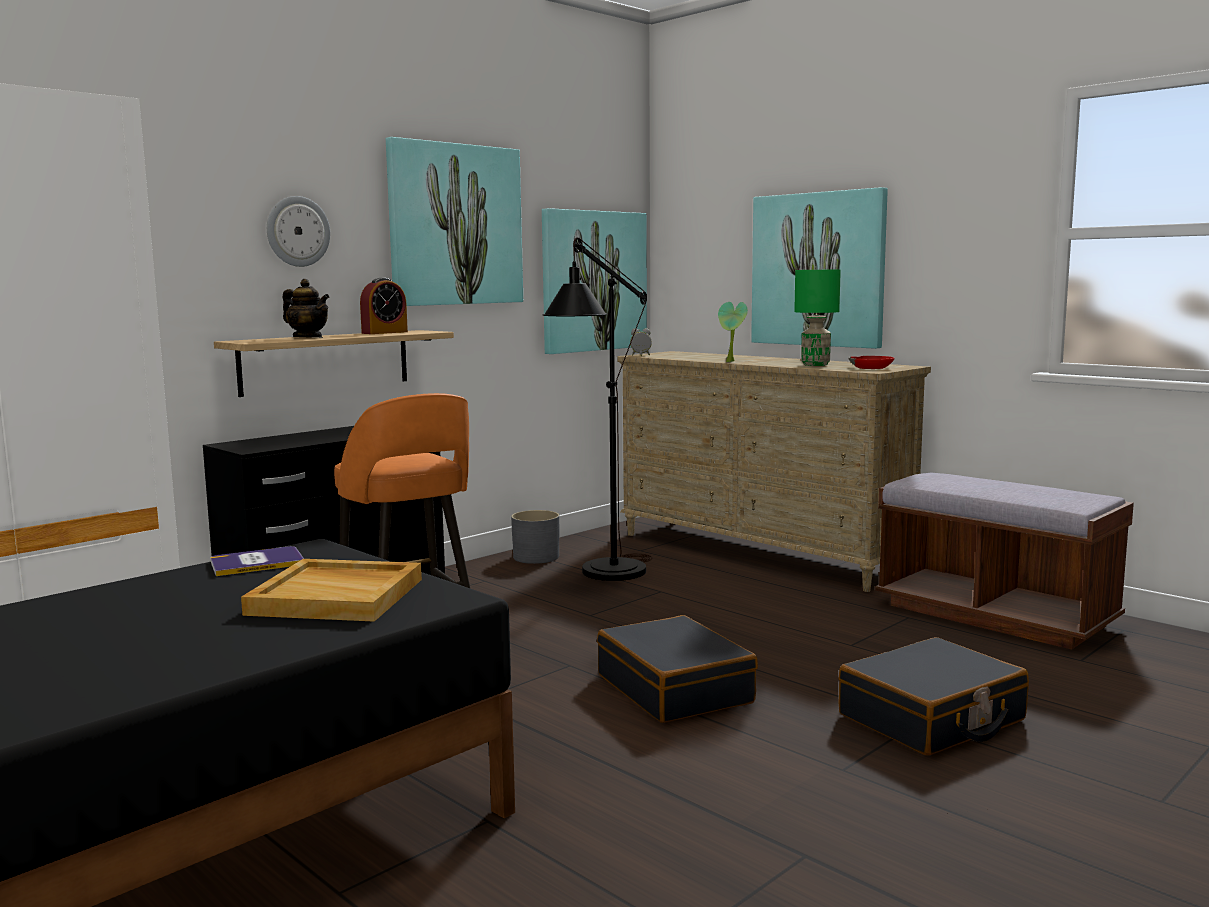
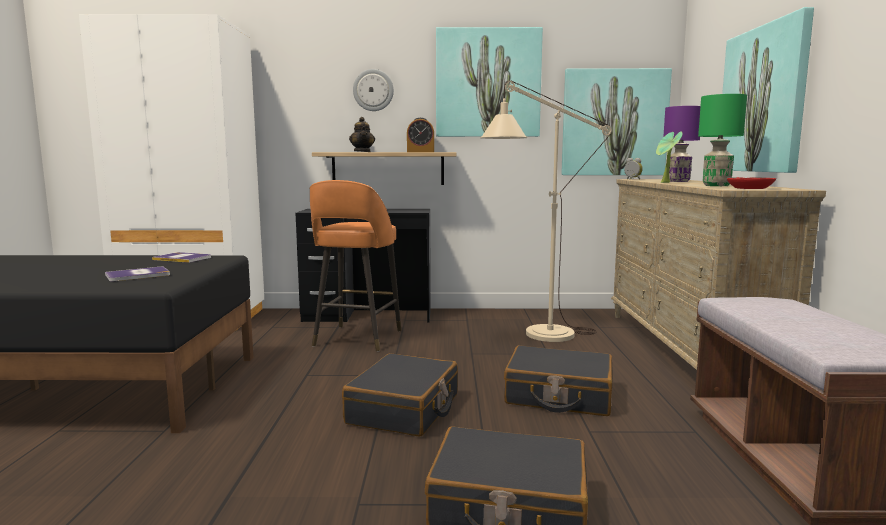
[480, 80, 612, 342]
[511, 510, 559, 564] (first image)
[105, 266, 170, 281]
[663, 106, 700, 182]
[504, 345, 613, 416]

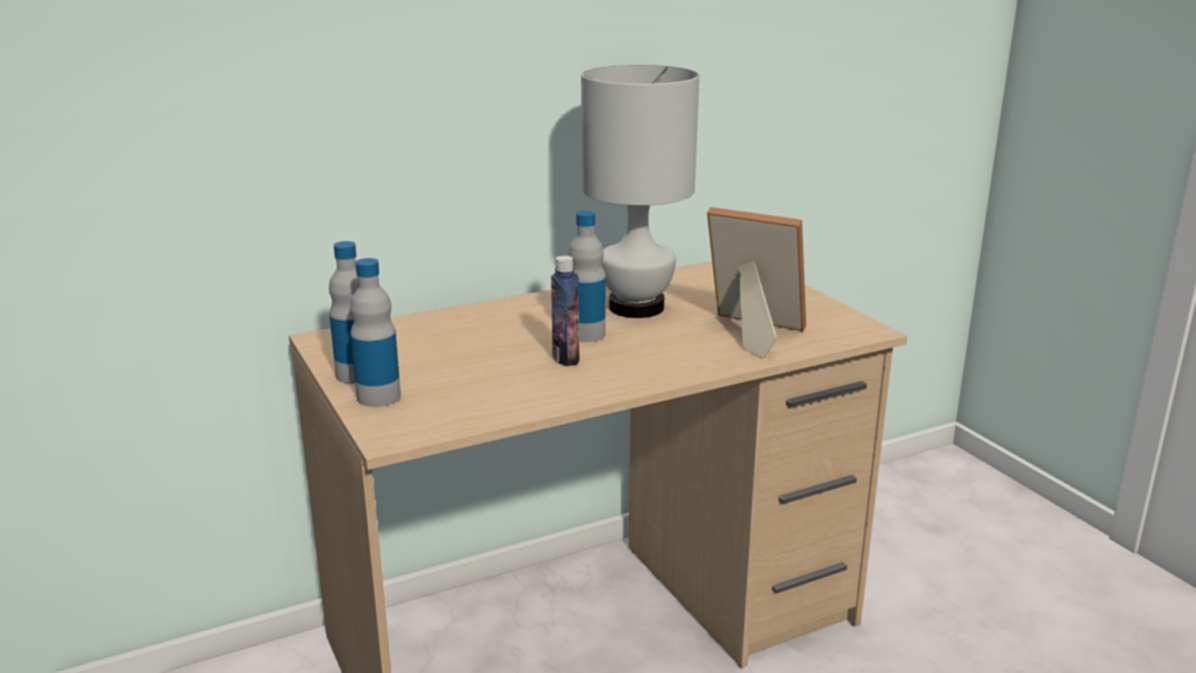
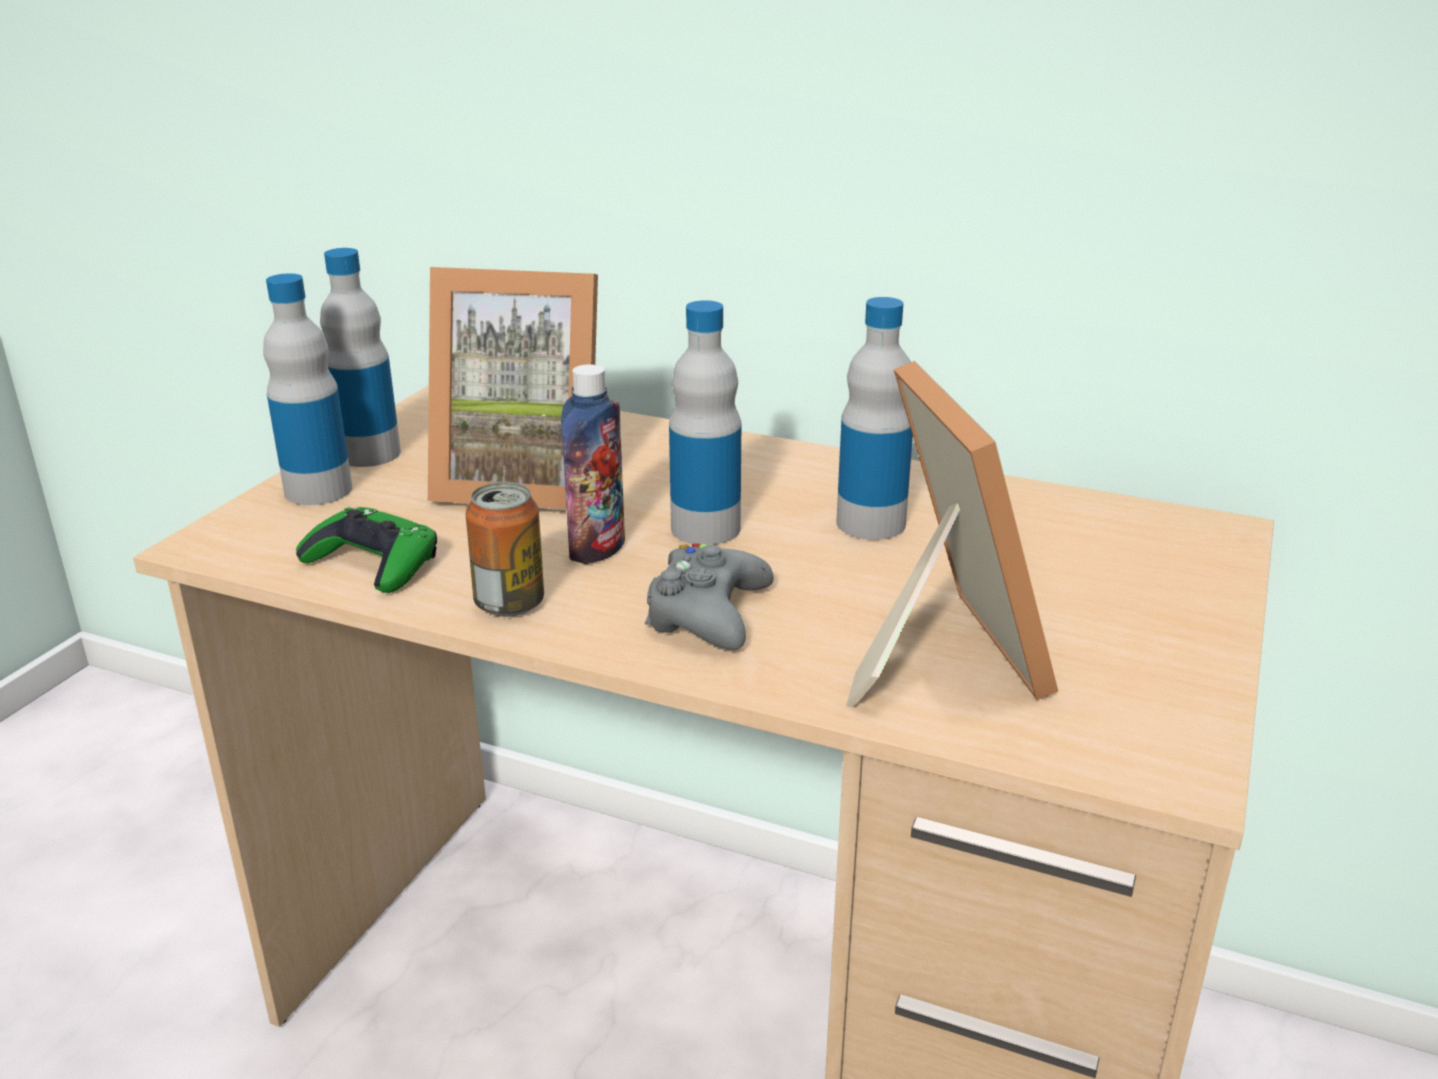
[837, 297, 913, 540]
[428, 267, 598, 510]
[466, 482, 544, 617]
[296, 507, 437, 593]
[645, 543, 774, 650]

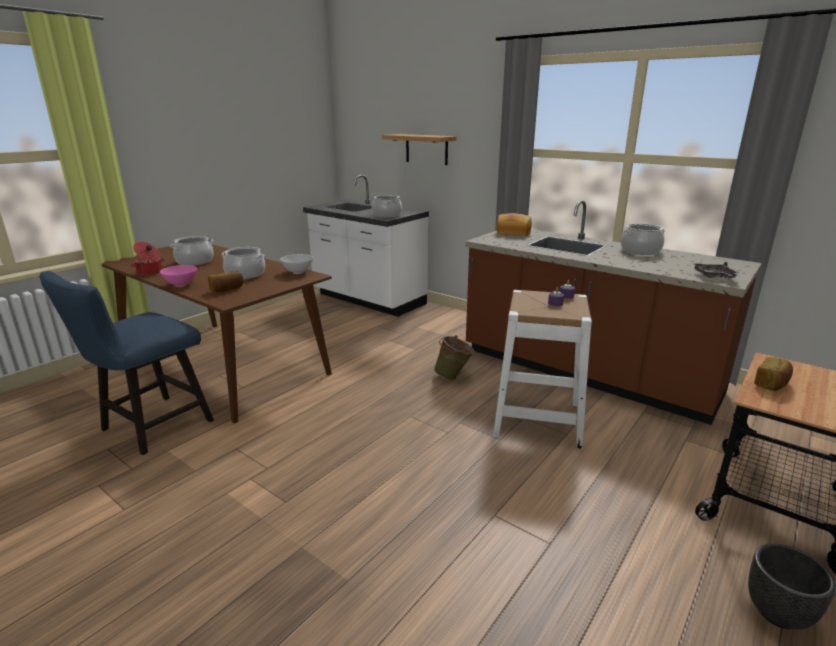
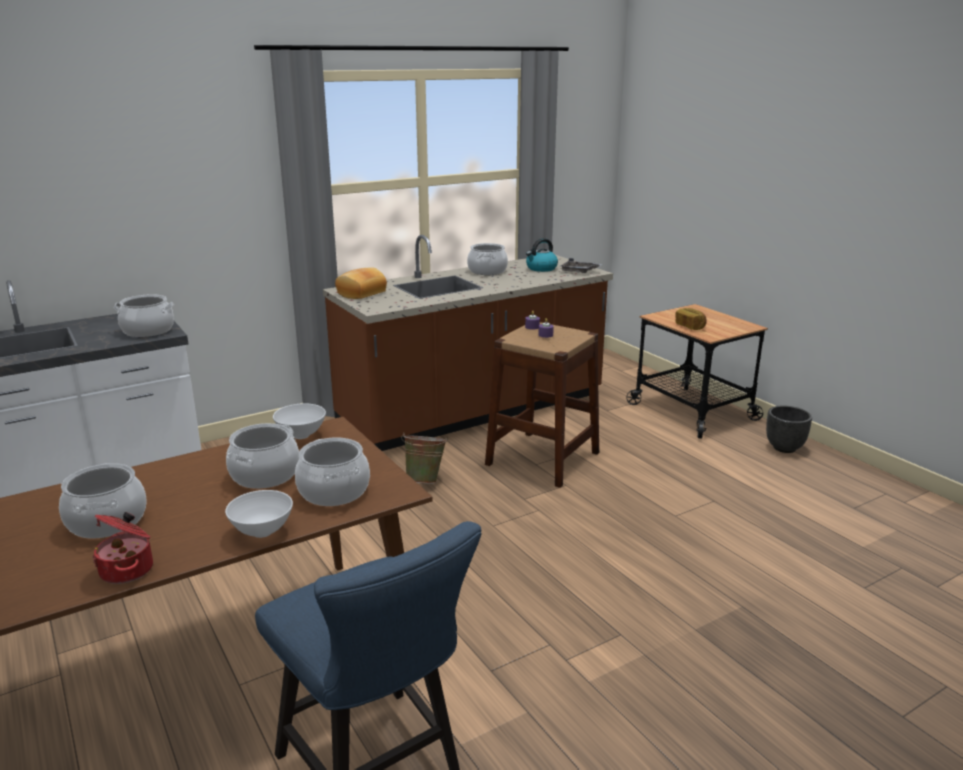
[382, 134, 457, 165] (first image)
[225, 490, 293, 538]
[295, 438, 370, 506]
[485, 322, 599, 488]
[526, 238, 558, 272]

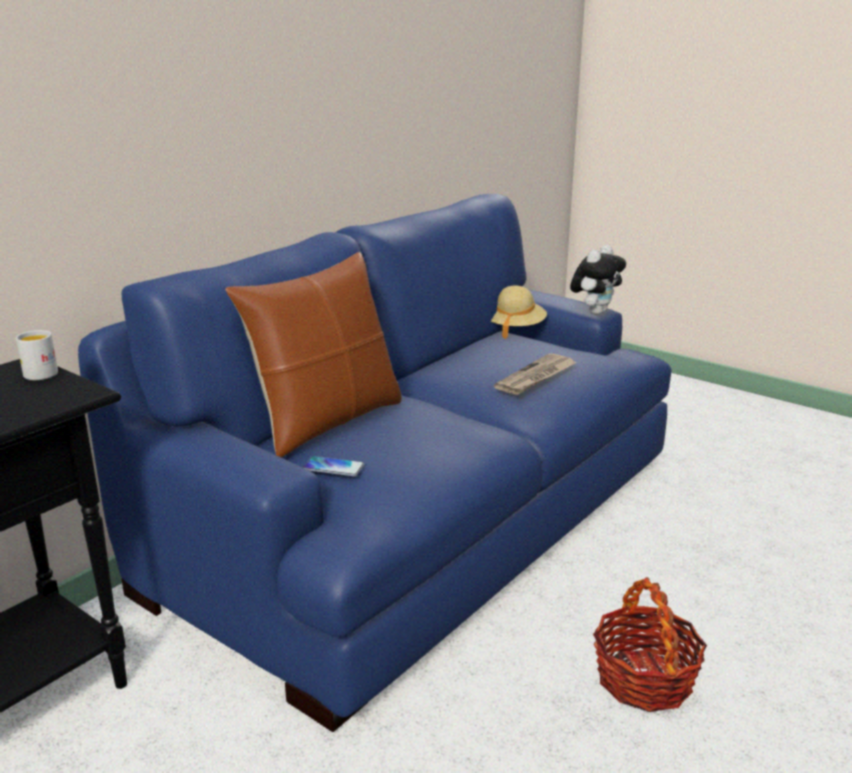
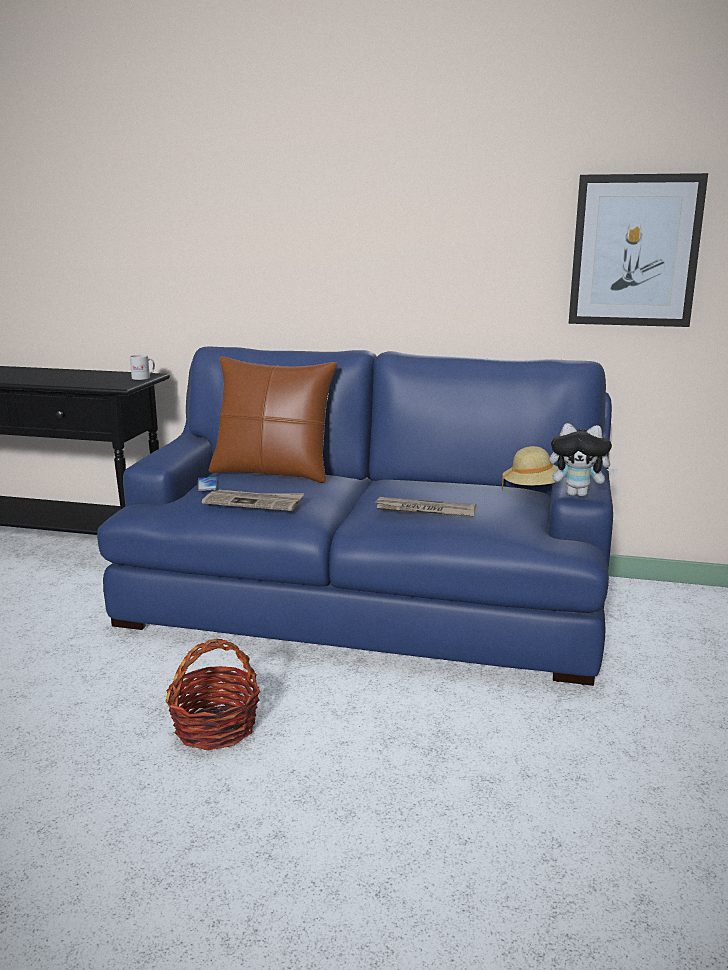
[569, 173, 708, 327]
[202, 490, 304, 511]

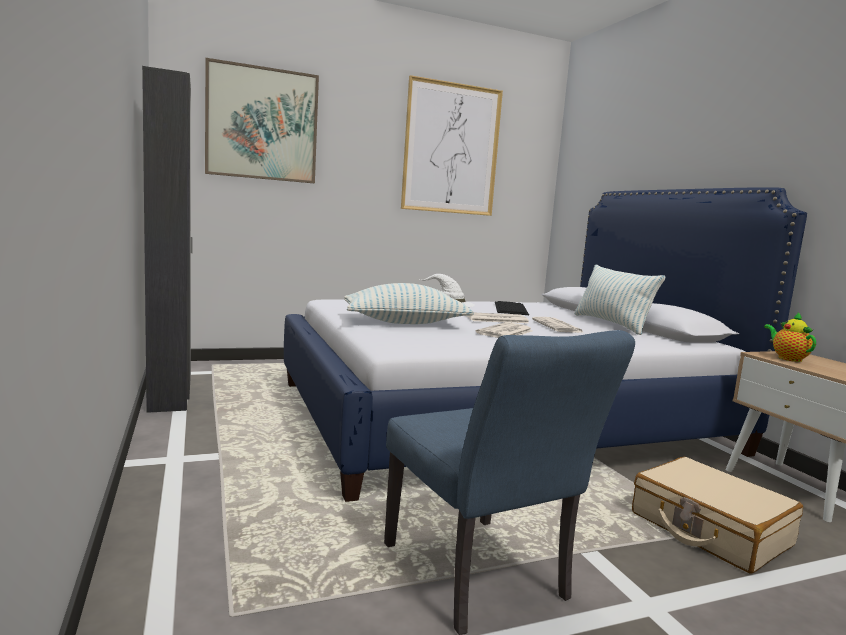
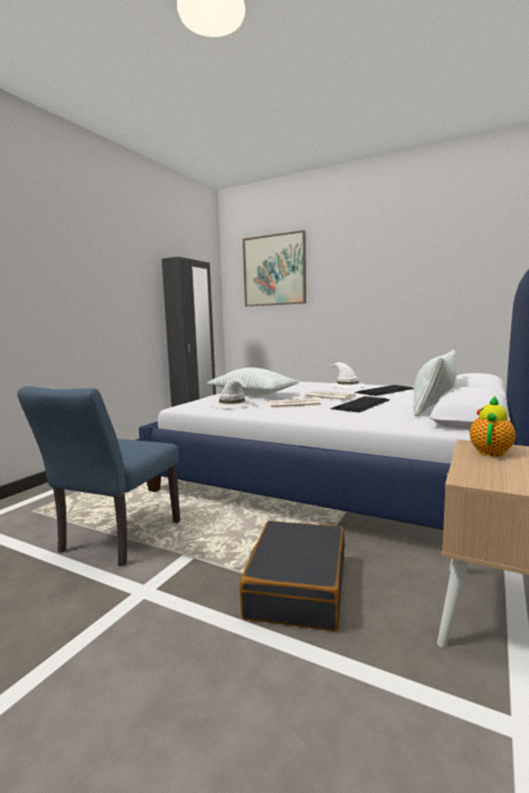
[401, 75, 503, 216] (first image)
[330, 396, 390, 413]
[240, 521, 345, 631]
[210, 378, 255, 409]

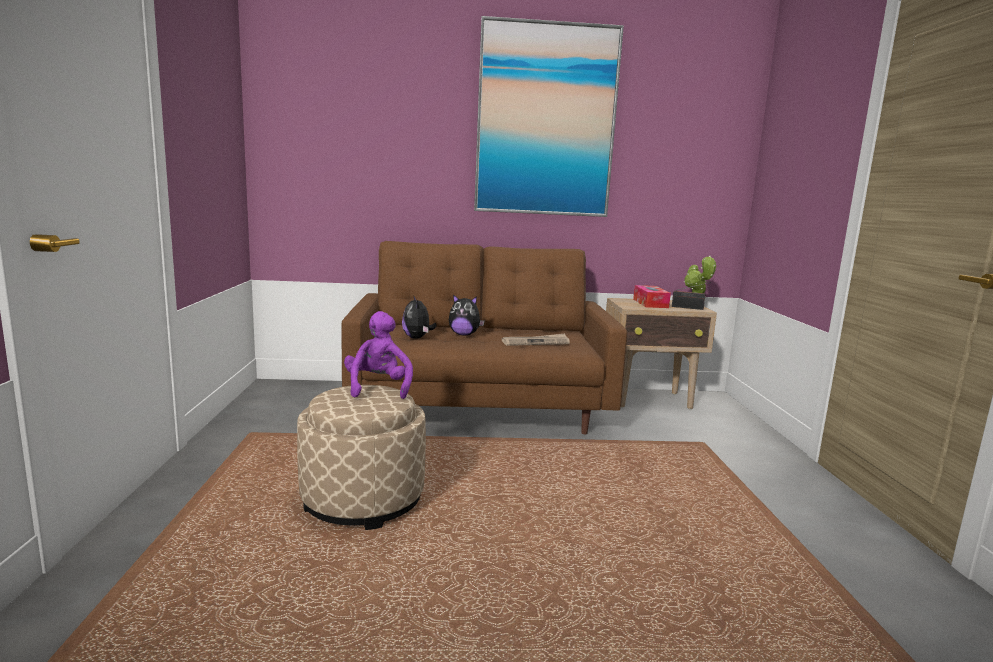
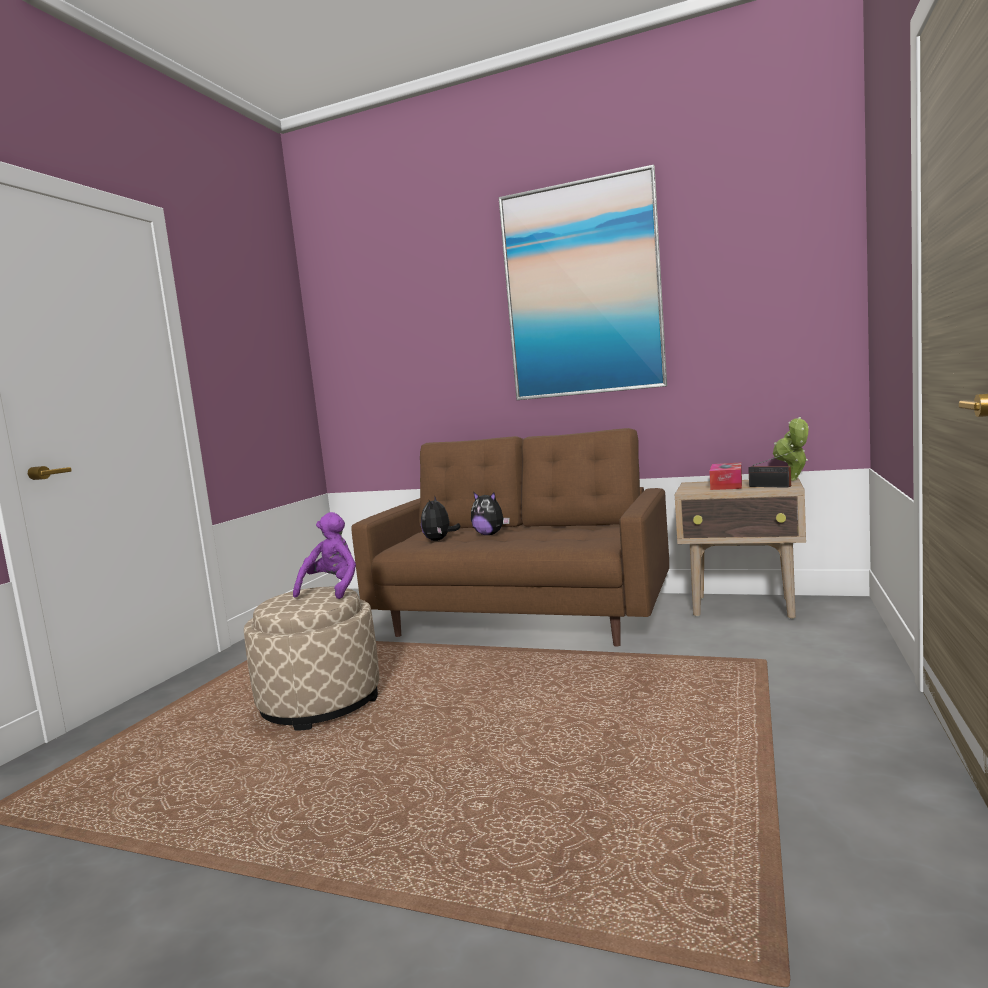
[502, 334, 570, 346] (first image)

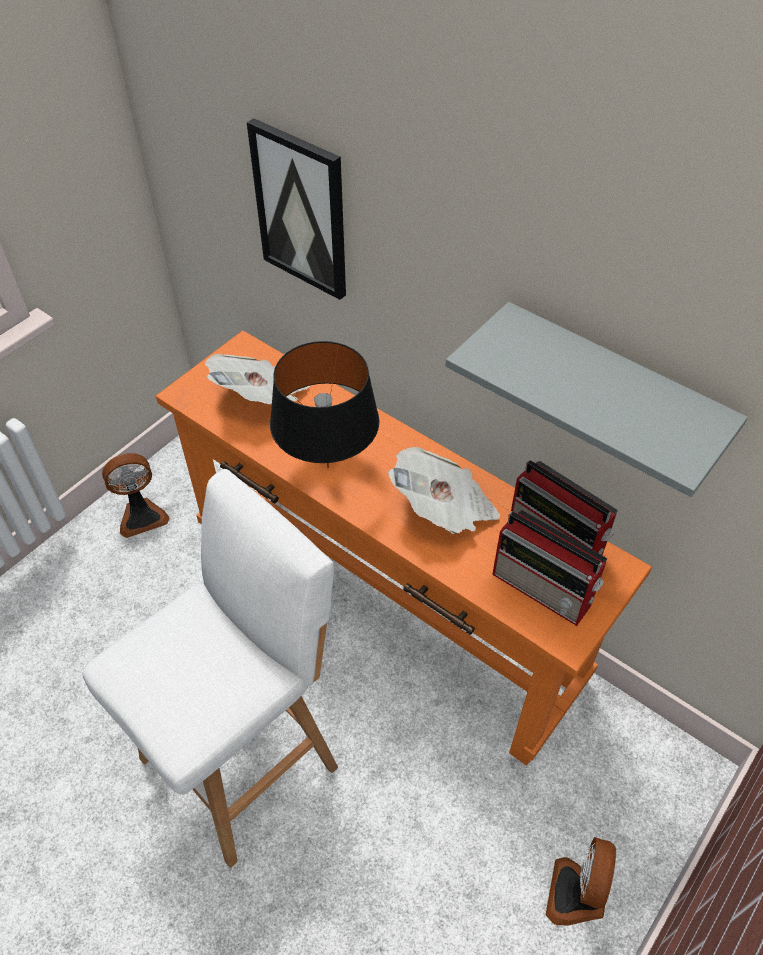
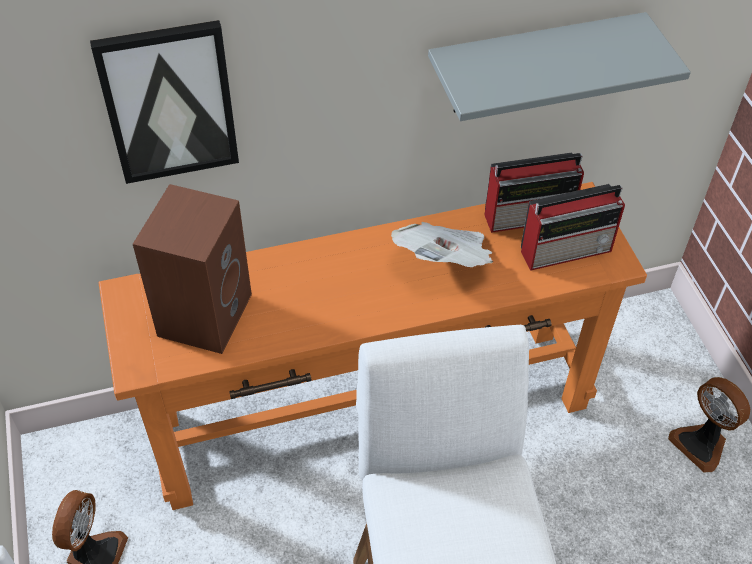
[270, 341, 379, 468] (first image)
[133, 184, 252, 354]

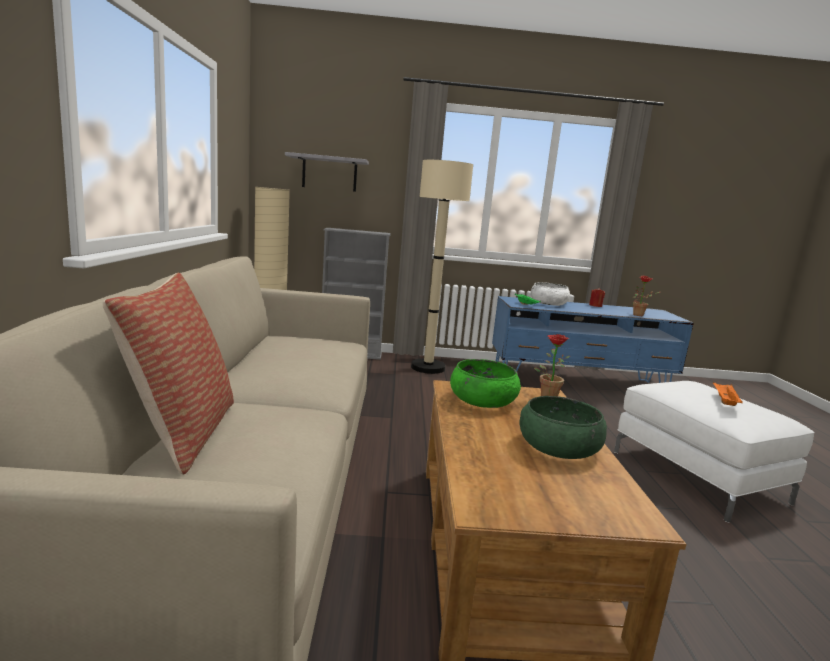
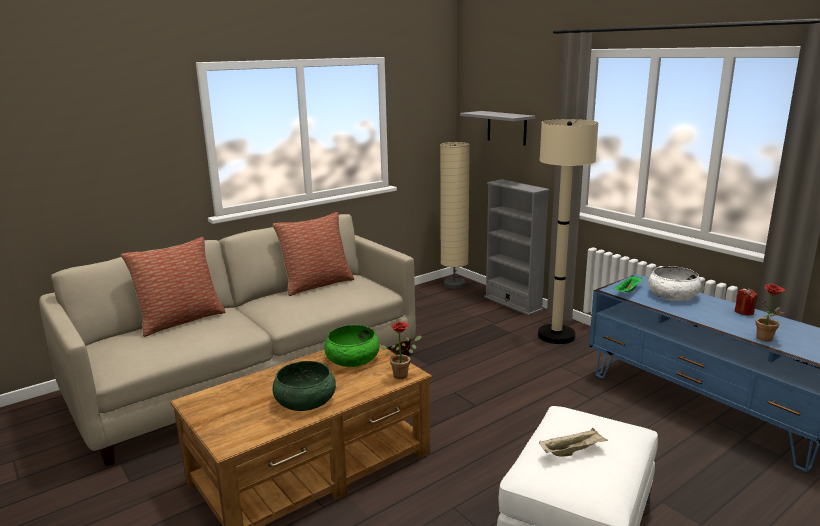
[539, 428, 608, 457]
[272, 212, 354, 296]

